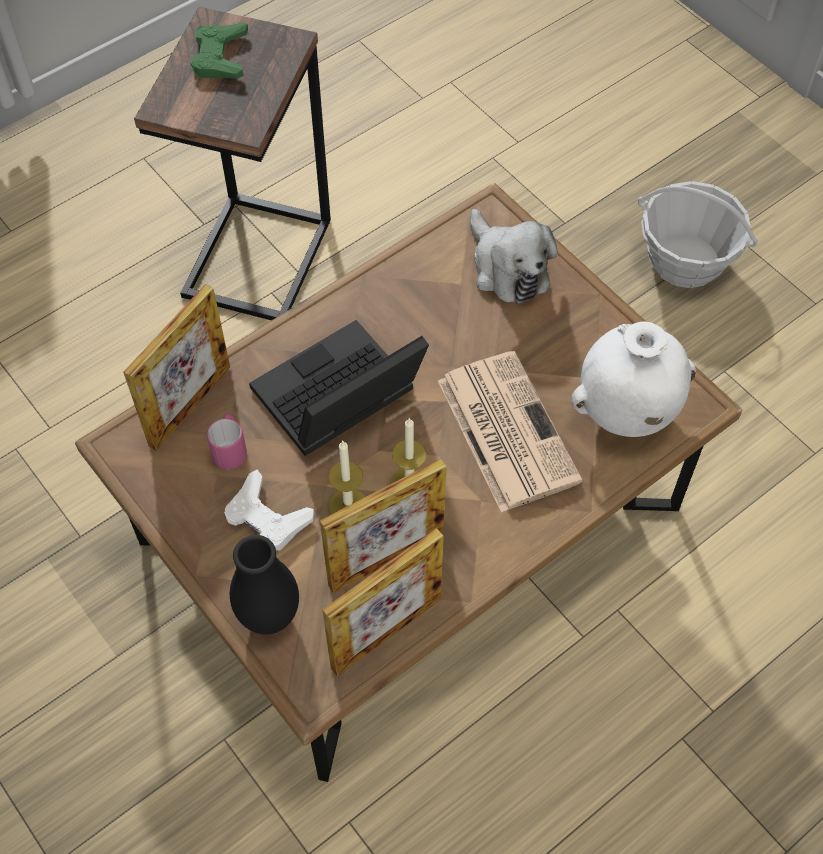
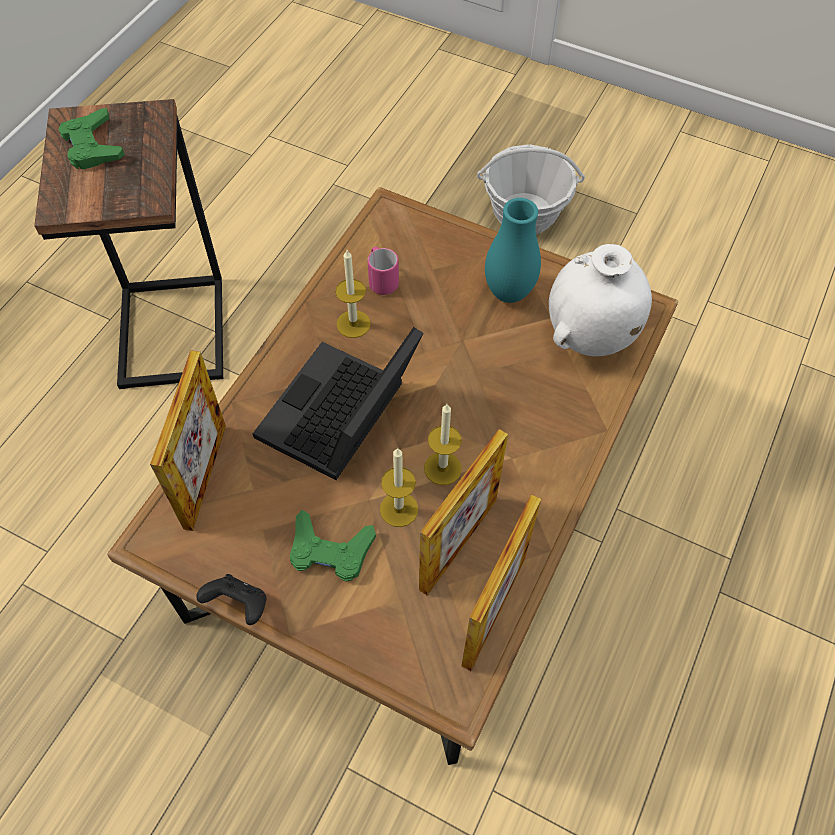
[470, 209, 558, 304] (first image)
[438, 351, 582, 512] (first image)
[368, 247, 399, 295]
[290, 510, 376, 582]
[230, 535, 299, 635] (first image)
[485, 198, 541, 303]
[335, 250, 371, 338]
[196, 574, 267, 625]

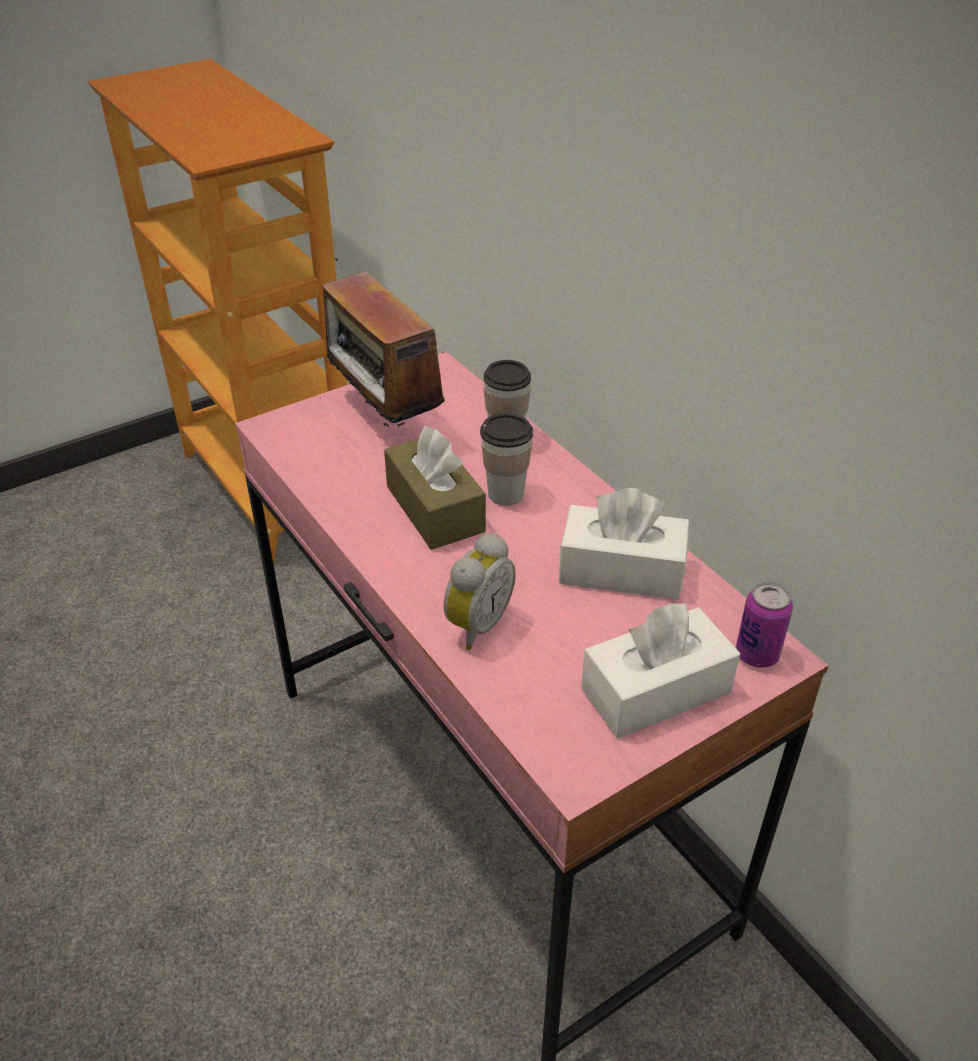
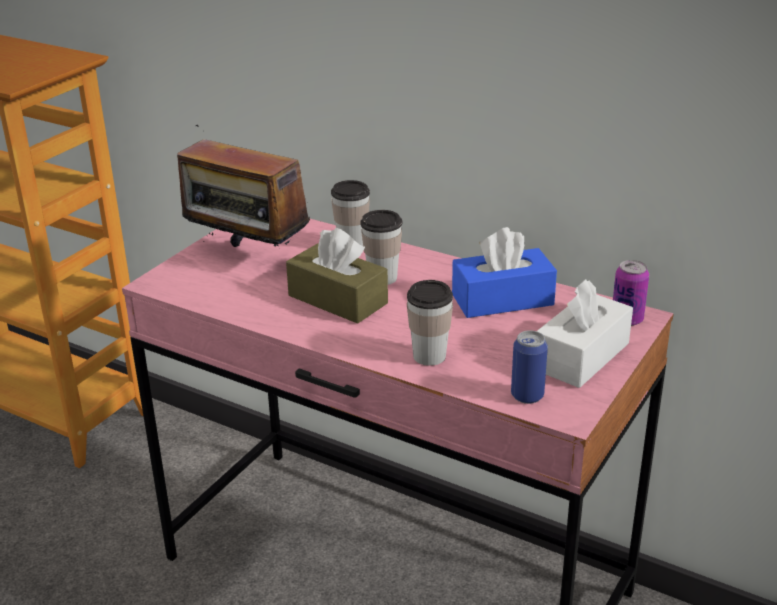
[452, 227, 557, 318]
[407, 280, 453, 366]
[511, 330, 548, 404]

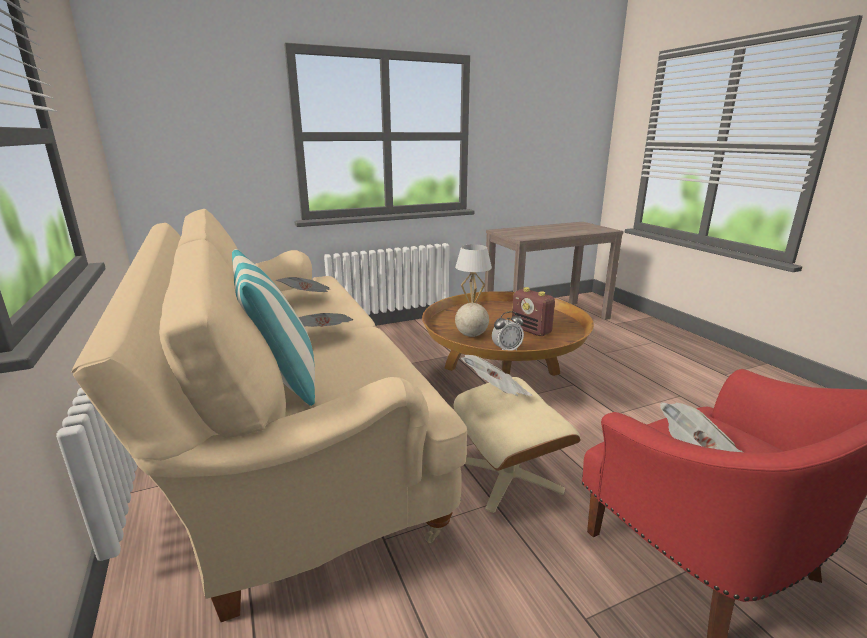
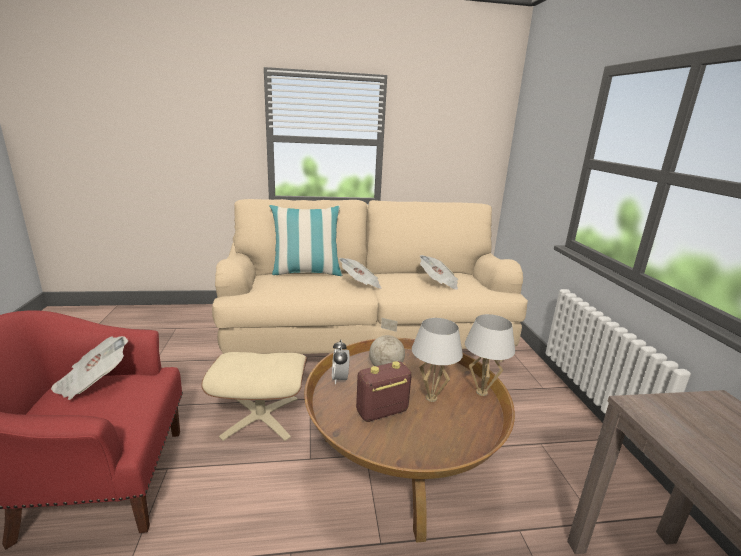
[460, 355, 532, 396] (first image)
[412, 318, 463, 402]

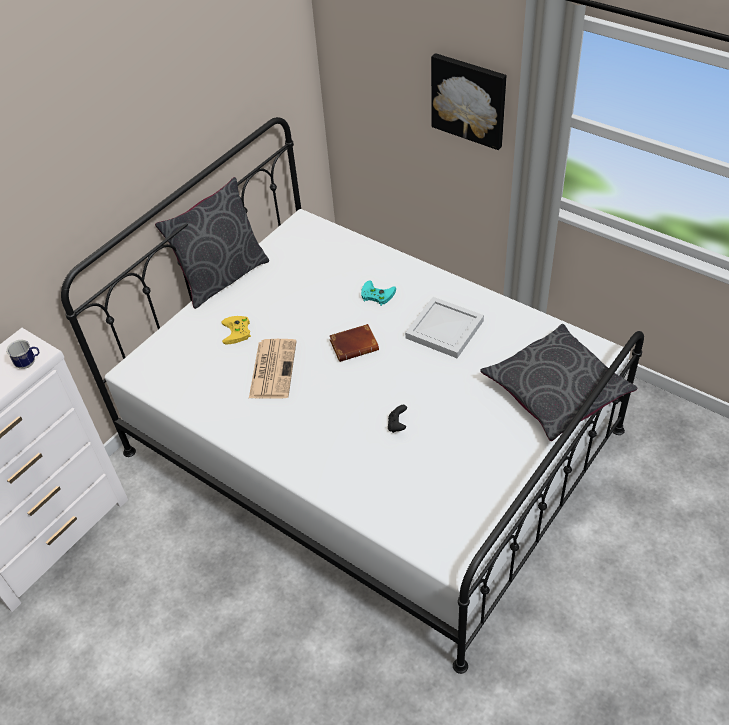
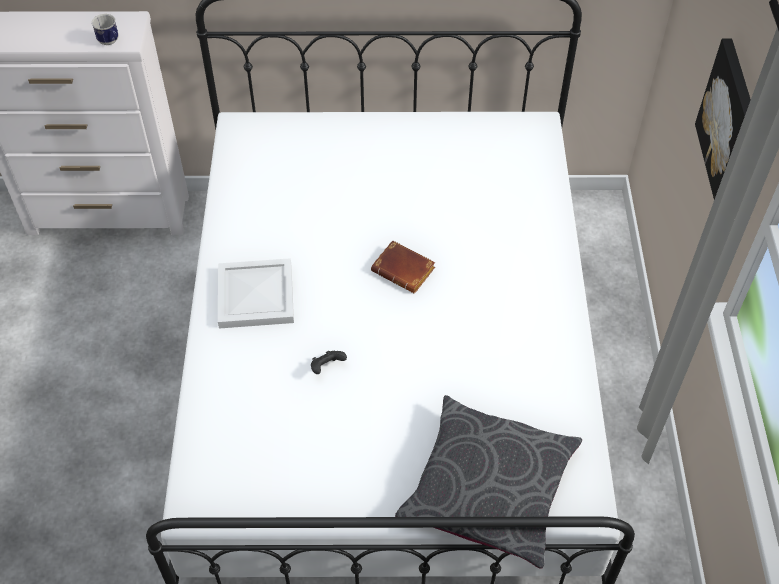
[155, 177, 269, 309] (first image)
[361, 280, 396, 306] (first image)
[218, 258, 294, 328]
[221, 316, 251, 344] (first image)
[249, 339, 296, 399] (first image)

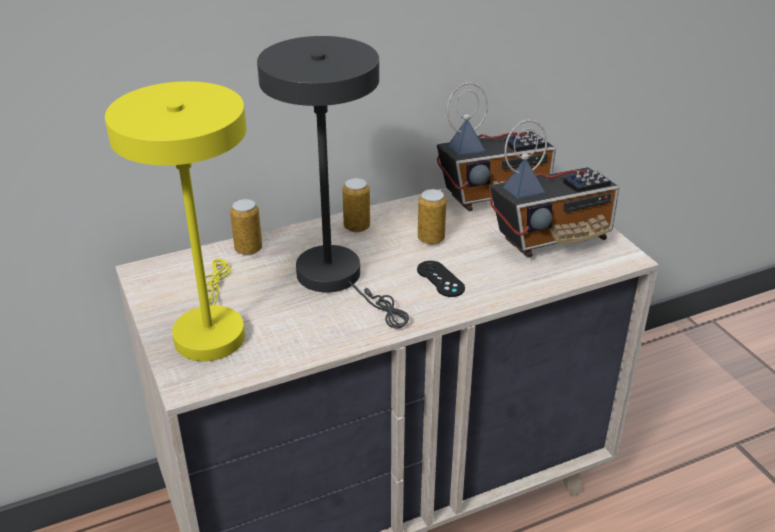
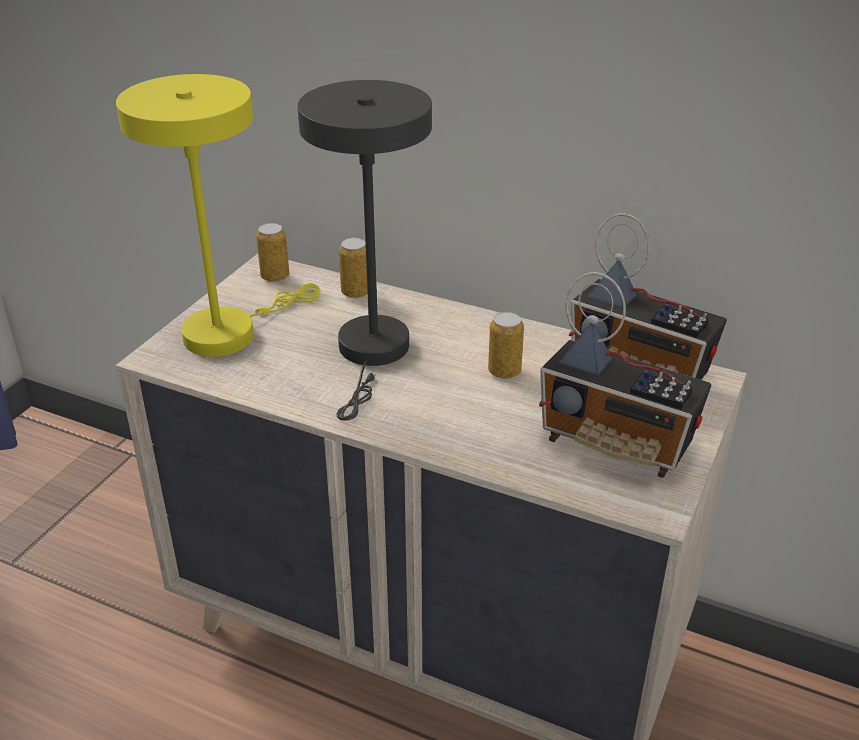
[256, 223, 289, 282]
[417, 261, 465, 297] (first image)

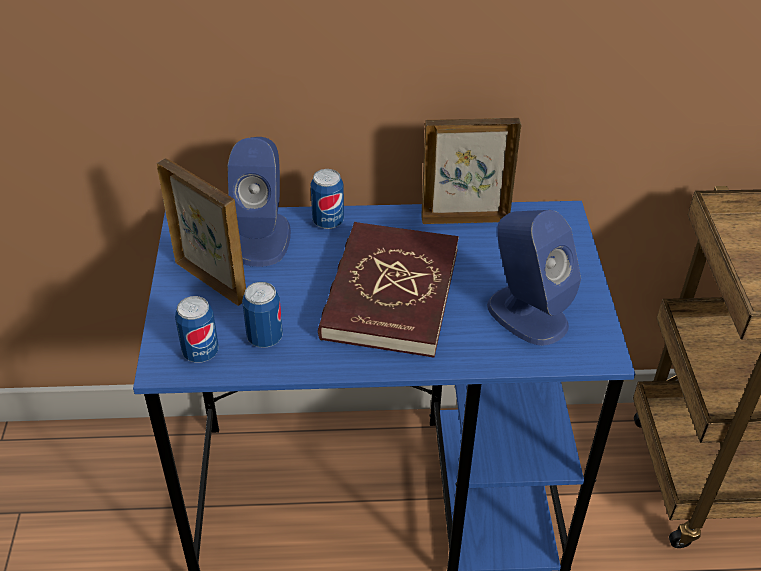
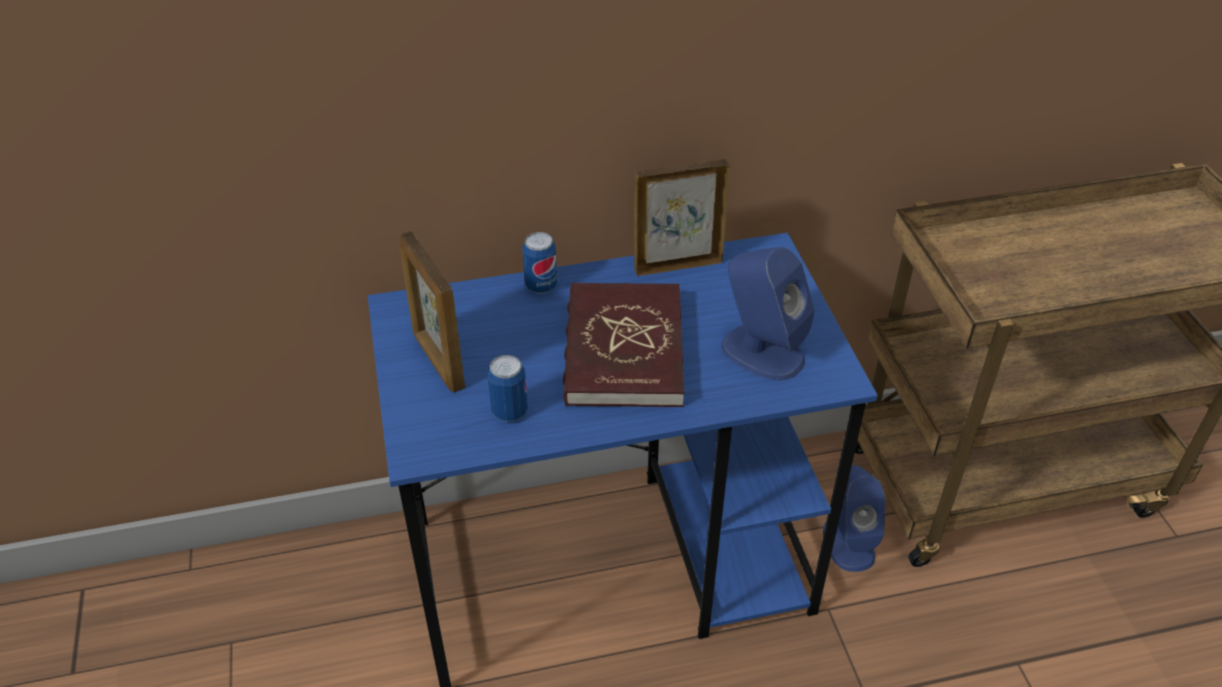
[823, 465, 885, 572]
[398, 231, 465, 392]
[175, 296, 219, 363] (first image)

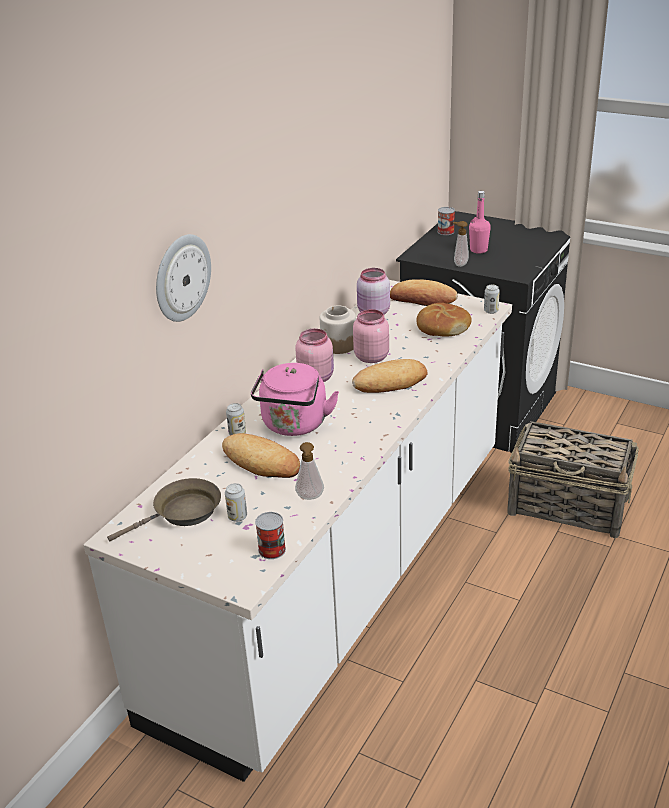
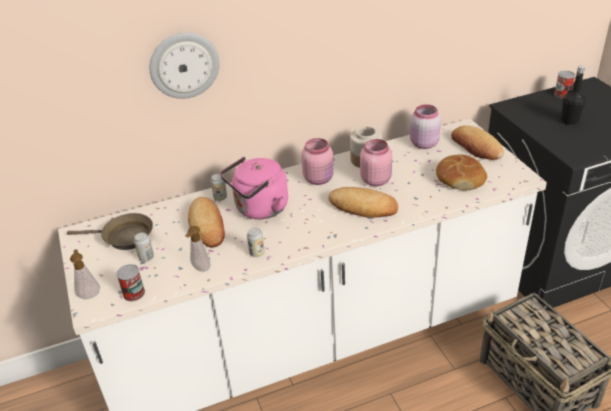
[561, 66, 586, 125]
[70, 249, 100, 299]
[247, 228, 265, 257]

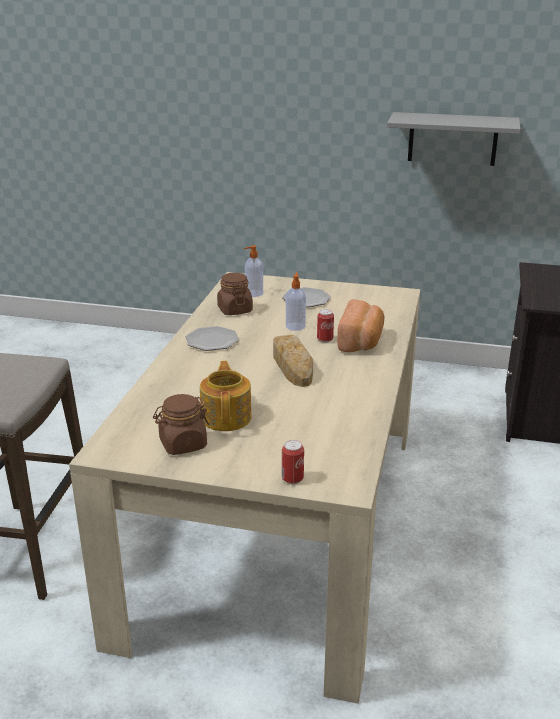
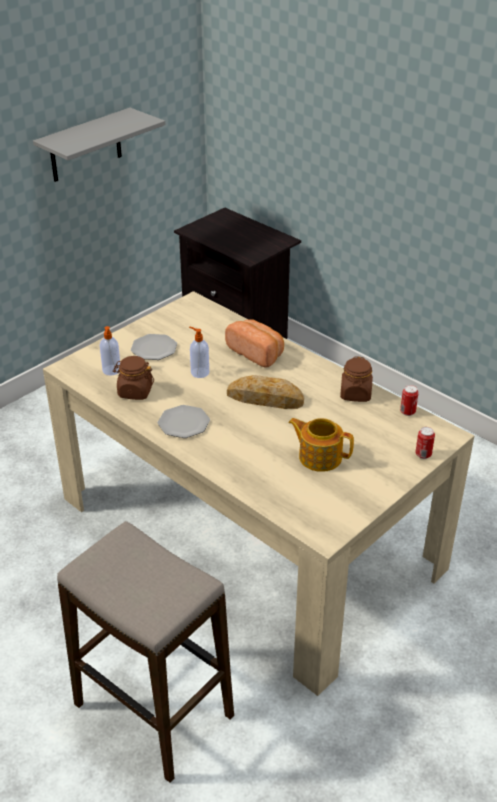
[400, 385, 419, 416]
[340, 356, 373, 402]

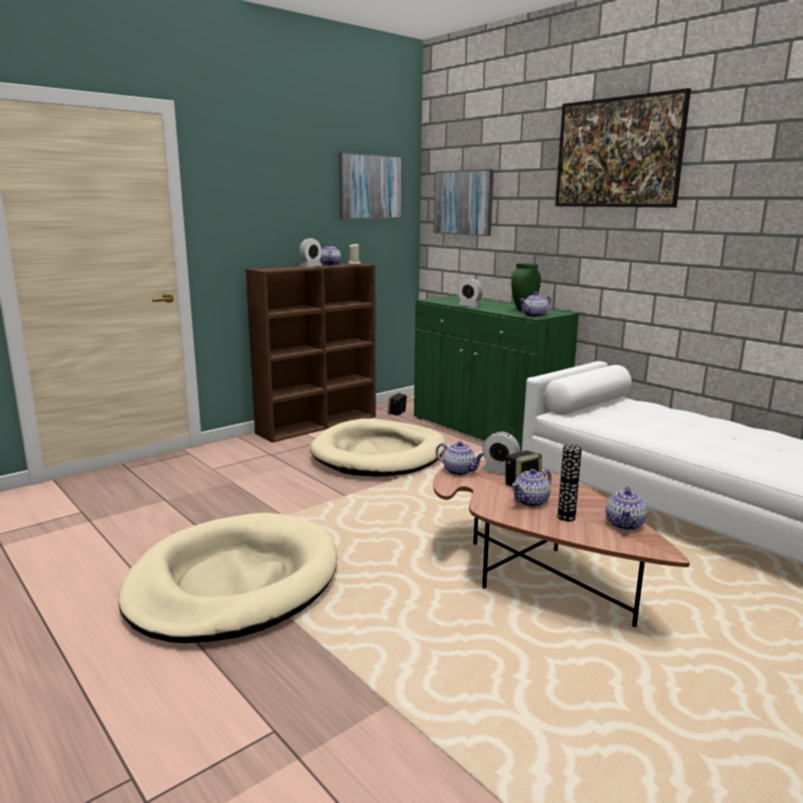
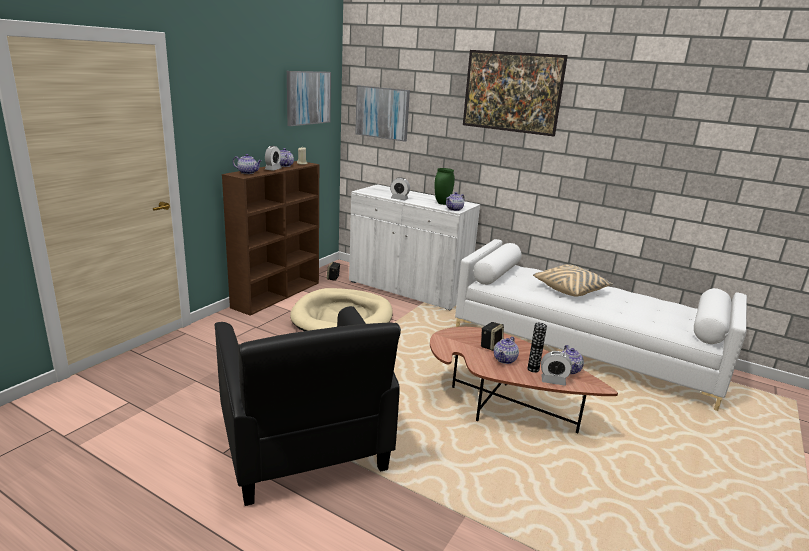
[349, 184, 480, 310]
[541, 351, 572, 386]
[233, 154, 262, 174]
[214, 306, 401, 506]
[533, 265, 613, 297]

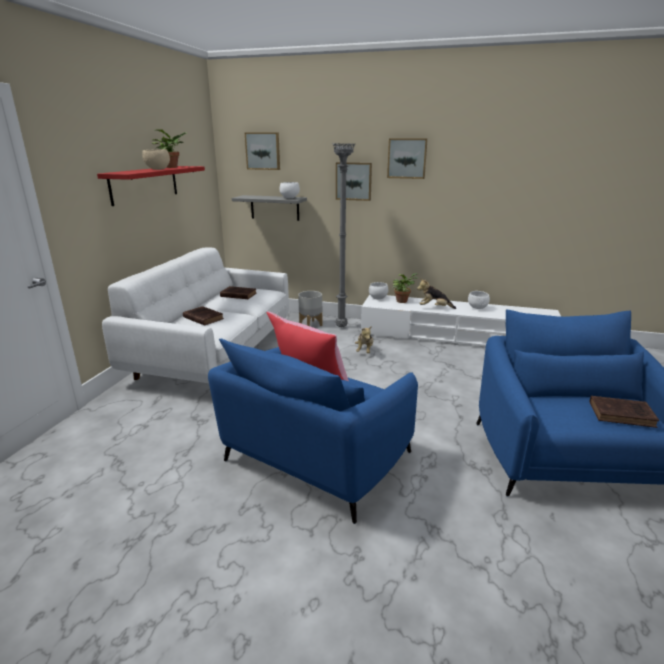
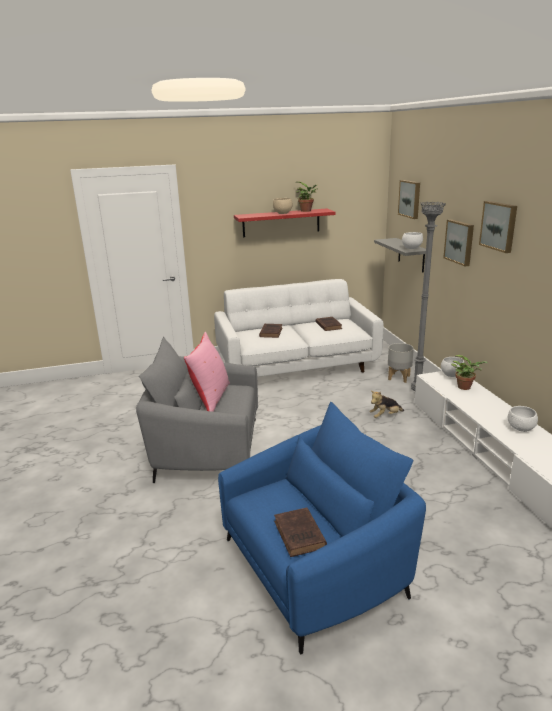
[417, 278, 456, 309] (first image)
[136, 337, 258, 483]

